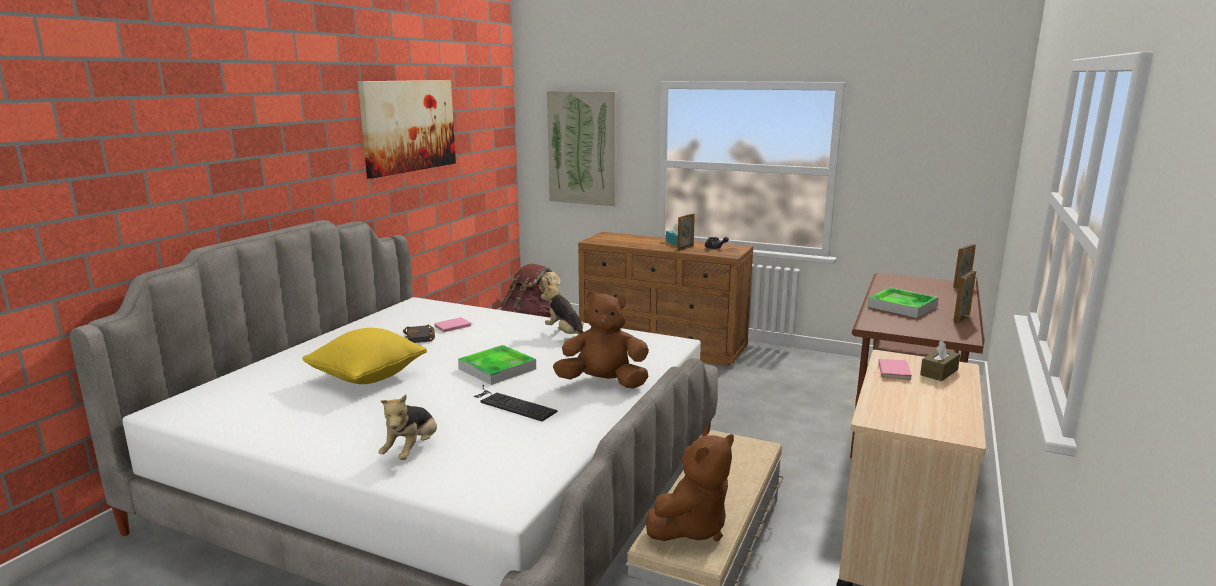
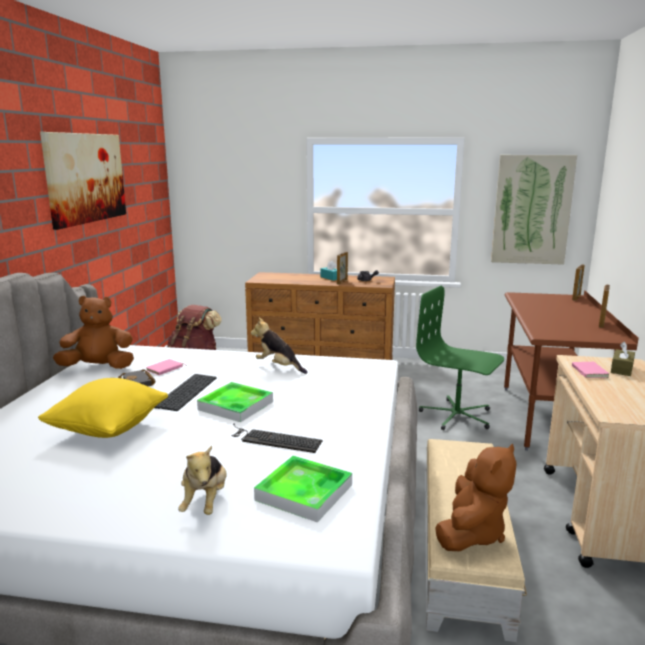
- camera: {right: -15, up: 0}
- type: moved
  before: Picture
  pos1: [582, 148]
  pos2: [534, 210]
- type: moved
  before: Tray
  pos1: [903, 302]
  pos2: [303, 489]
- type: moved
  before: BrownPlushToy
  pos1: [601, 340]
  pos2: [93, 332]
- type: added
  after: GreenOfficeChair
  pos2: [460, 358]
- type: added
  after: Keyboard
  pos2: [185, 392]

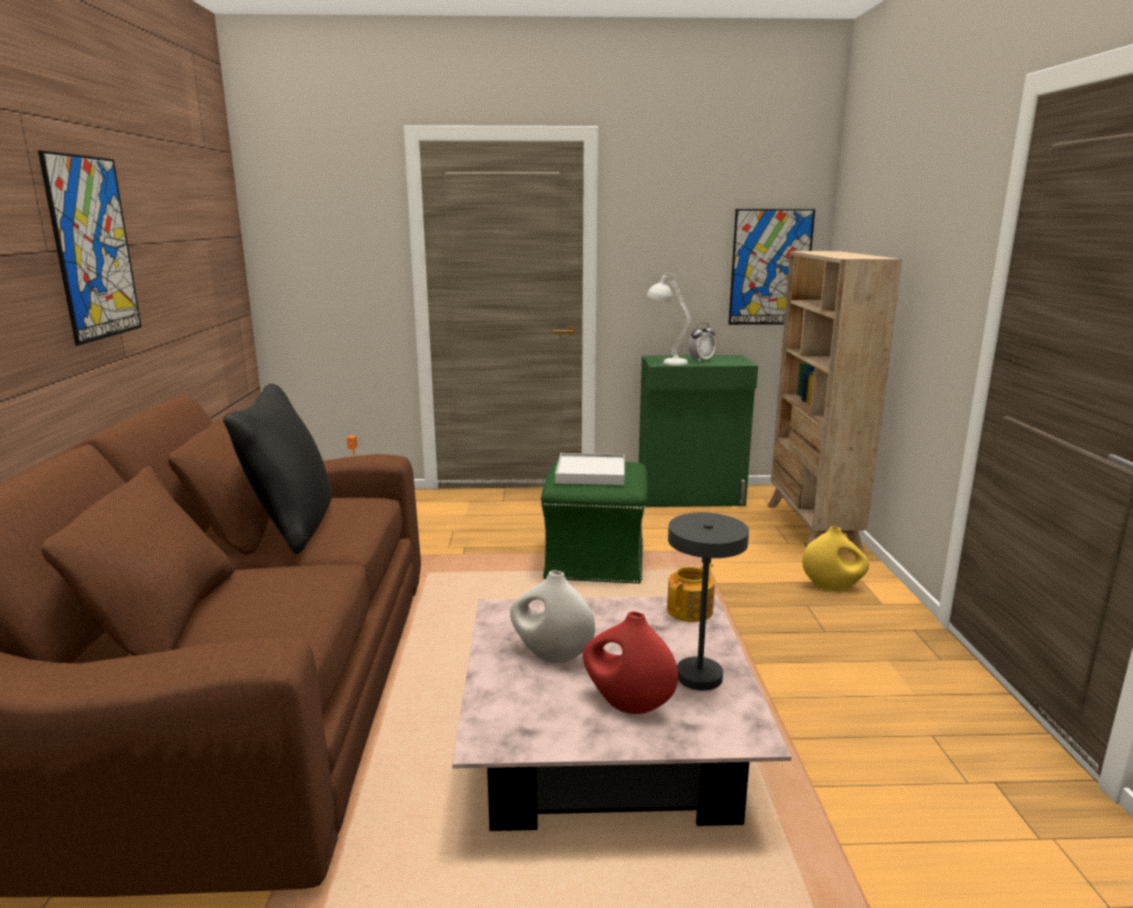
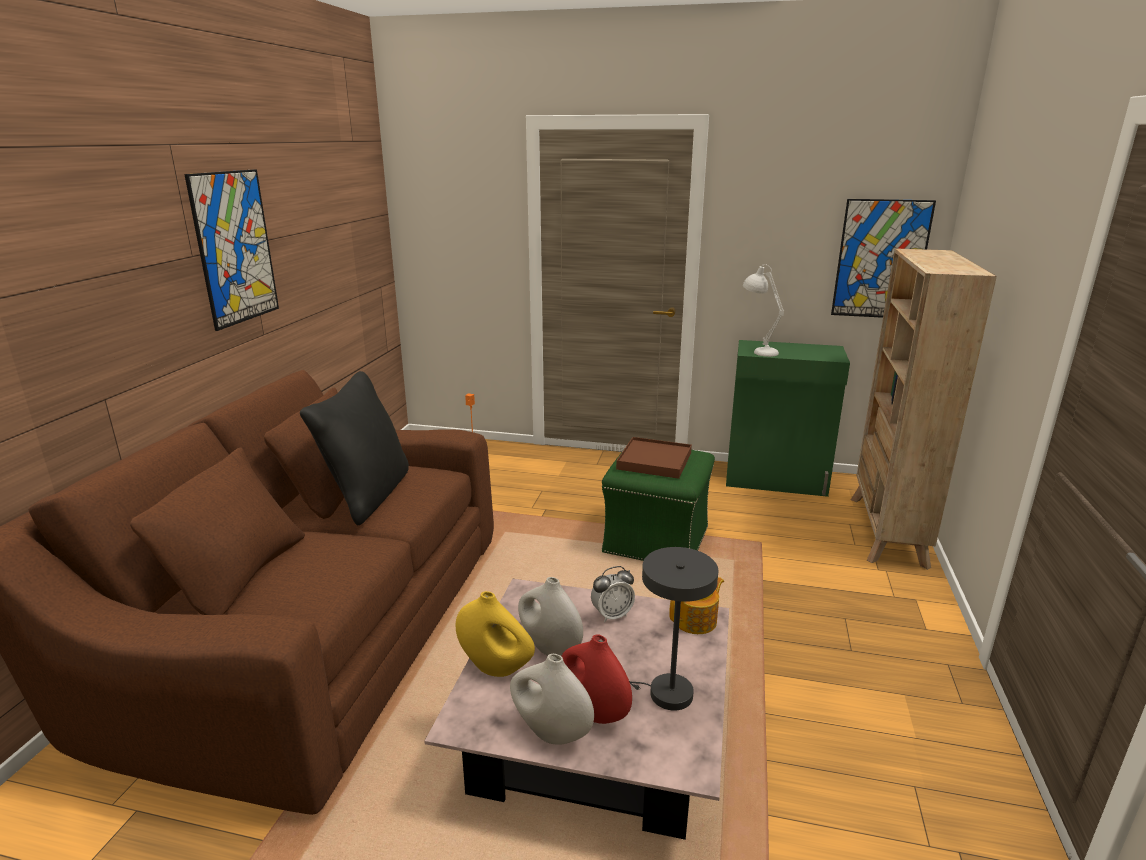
- camera: {right: 15, up: 5}
- type: moved
  before: AlarmClock
  pos1: [702, 342]
  pos2: [613, 594]
- type: recoloured
  before: WhiteTray
  after: BrownTray
  pos1: [589, 469]
  pos2: [654, 458]
- type: moved
  before: YellowVase
  pos1: [835, 559]
  pos2: [495, 634]
- type: added
  after: WhiteVase
  pos2: [552, 699]

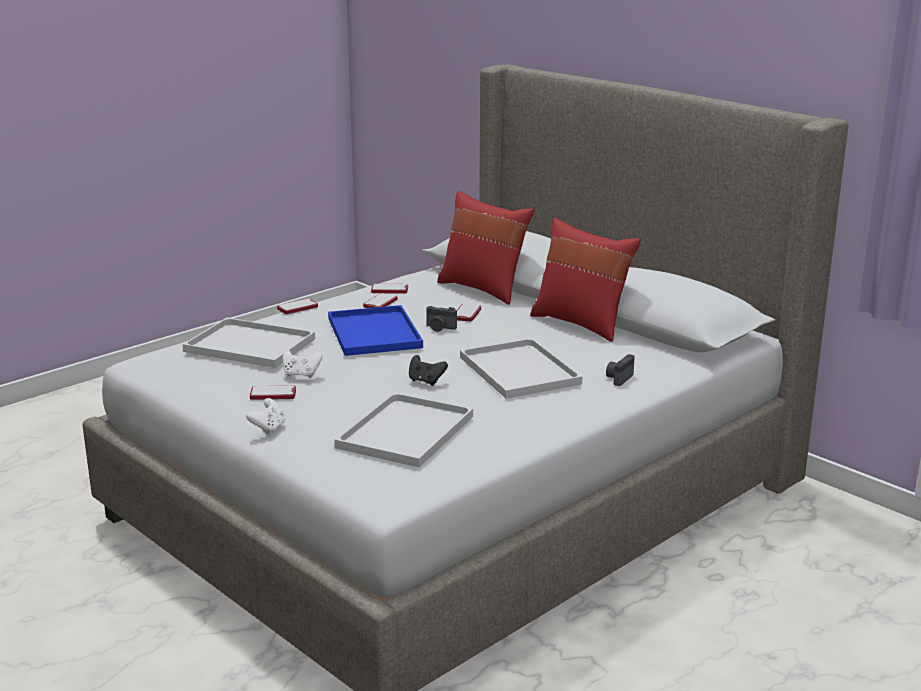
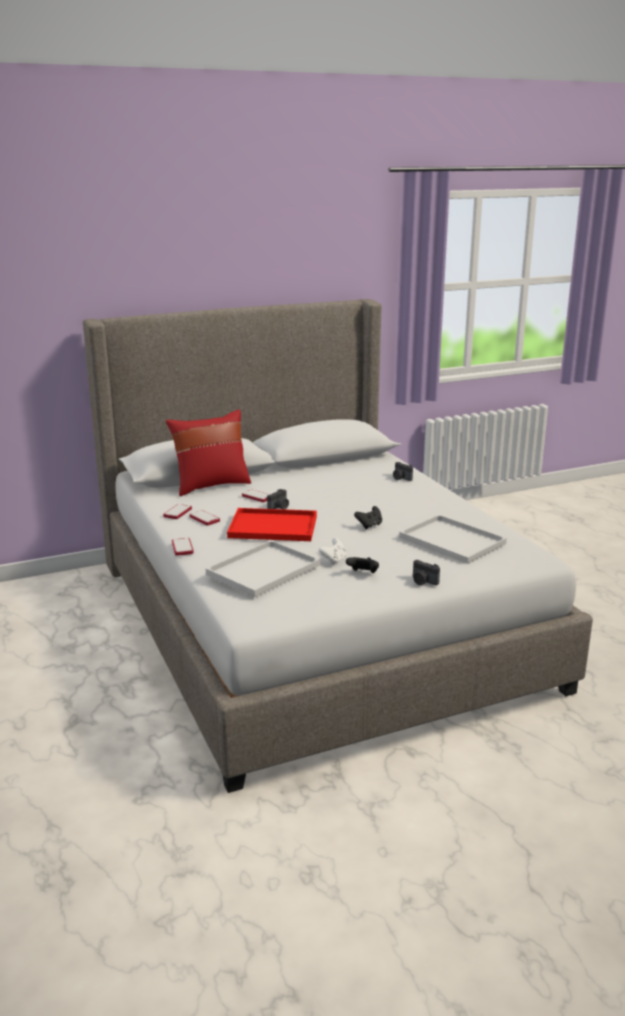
- camera: {right: -70, up: 0}
- type: removed
  before: RedPillow
  pos1: [585, 280]
- type: recoloured
  before: BlueTray
  after: RedTray
  pos1: [375, 330]
  pos2: [272, 524]
- type: removed
  before: WhiteTray
  pos1: [521, 368]
- type: replaced
  before: Phone
  after: BlackGameController
  pos1: [273, 392]
  pos2: [362, 565]
- type: replaced
  before: WhiteGameController
  after: PhotoCamera
  pos1: [266, 416]
  pos2: [426, 572]

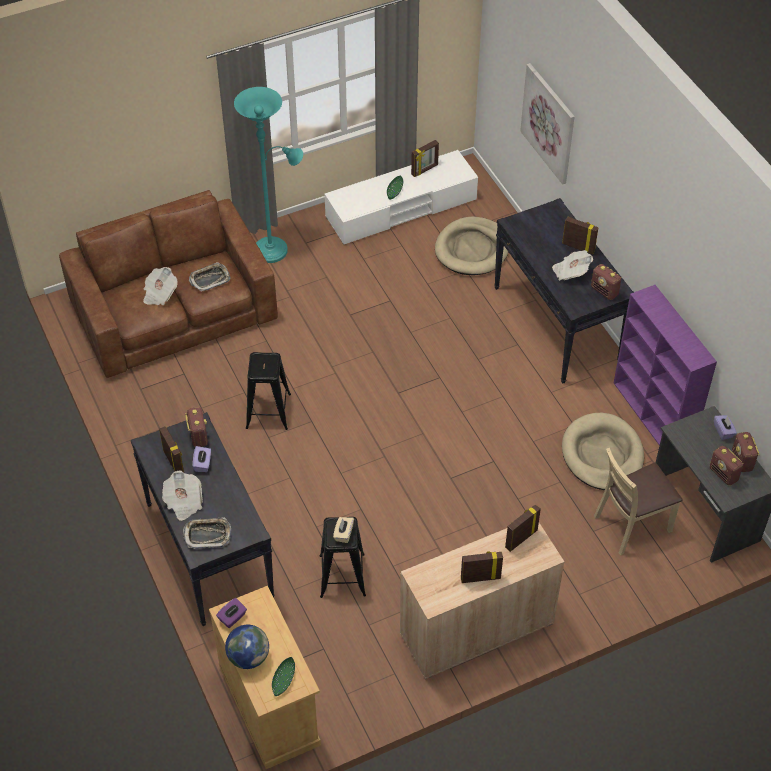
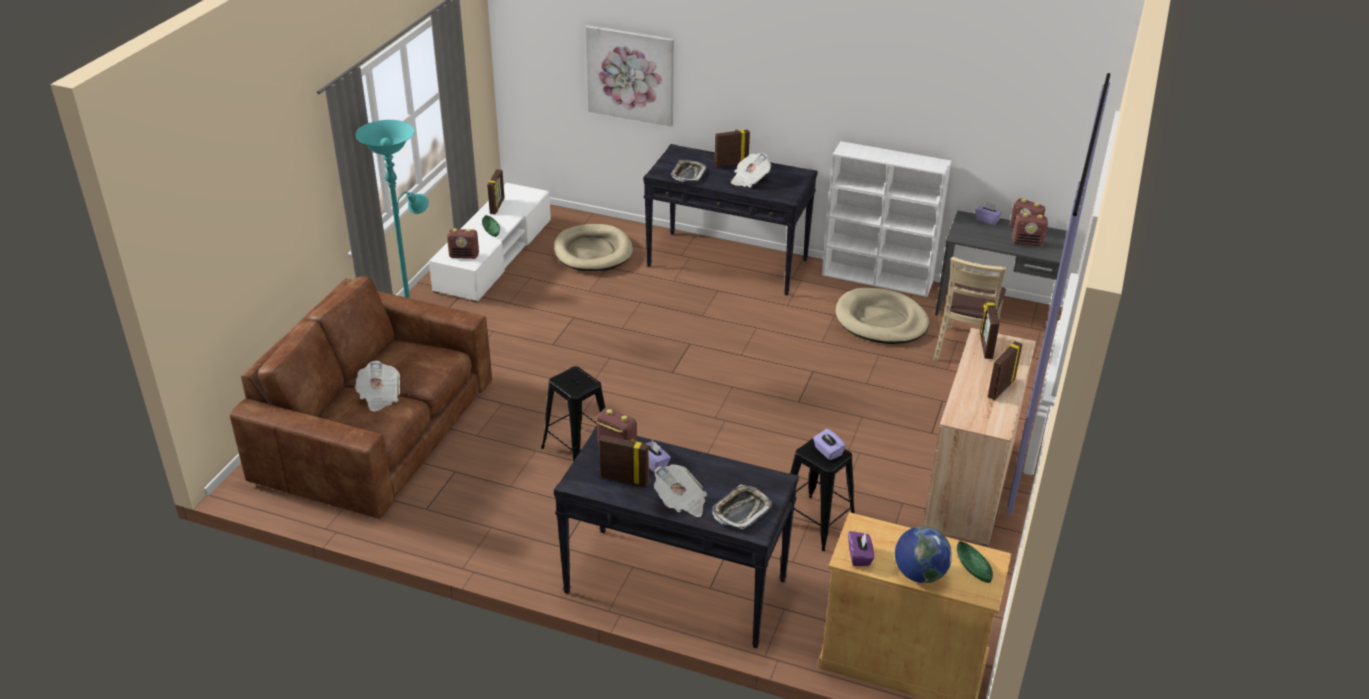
- camera: {right: -45, up: -15}
- type: moved
  before: Tray
  pos1: [210, 277]
  pos2: [689, 171]
- type: moved
  before: Radio
  pos1: [606, 282]
  pos2: [463, 243]
- type: recoloured
  before: PurpleBookcase
  after: WhiteBookcase
  pos1: [665, 365]
  pos2: [886, 219]
- type: recoloured
  before: BeigeTissueBox
  after: PurpleTissueBox
  pos1: [343, 530]
  pos2: [829, 444]

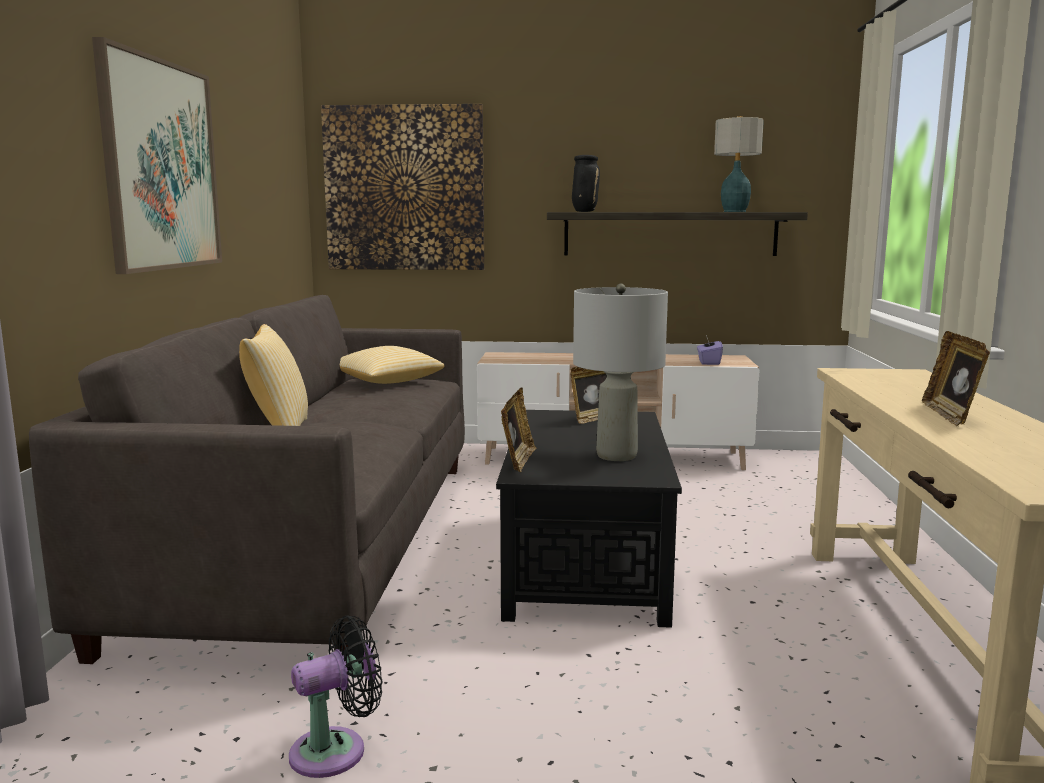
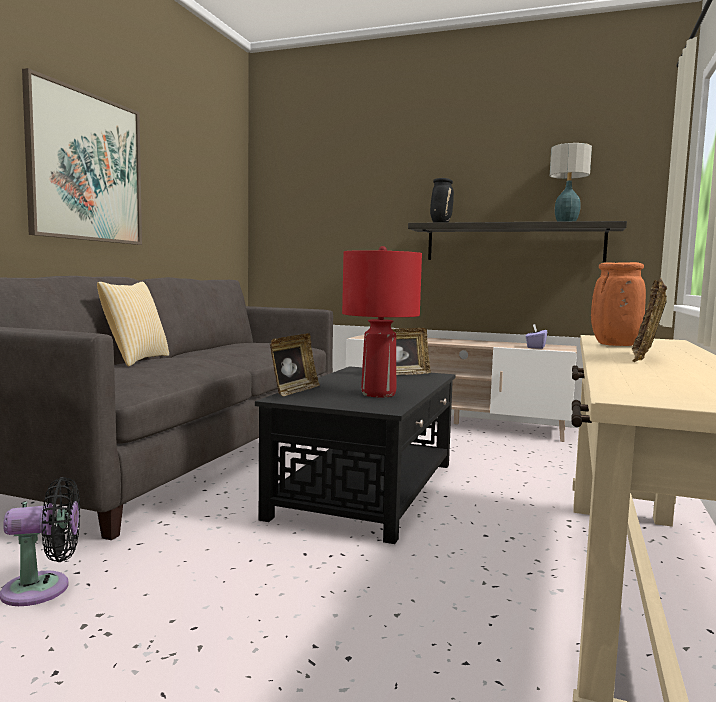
- camera: {right: 15, up: -5}
- type: removed
  before: Picture
  pos1: [402, 187]
- type: recoloured
  before: GreyTableLamp
  after: RedTableLamp
  pos1: [620, 372]
  pos2: [382, 322]
- type: removed
  before: Pillow
  pos1: [392, 365]
- type: added
  after: OrangeVase
  pos2: [618, 304]

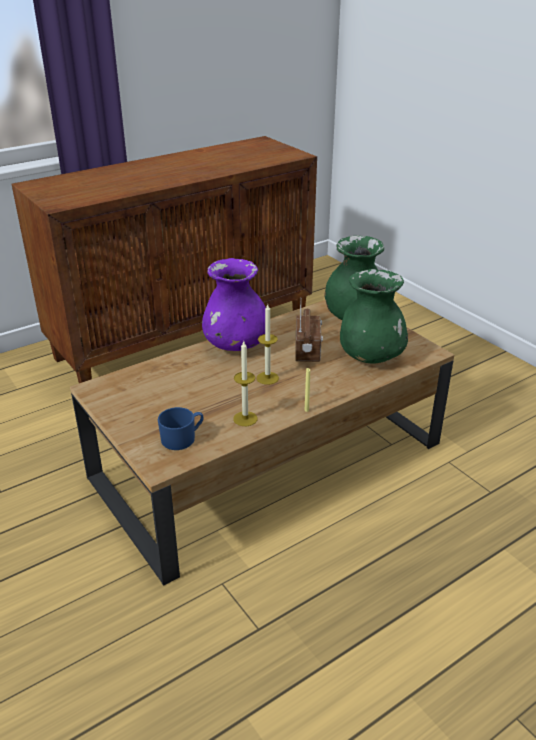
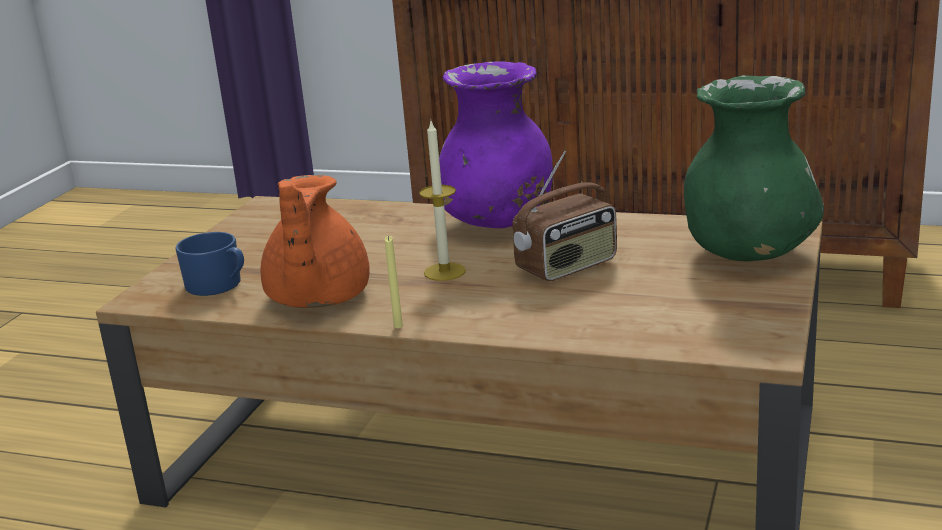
- camera: {right: 55, up: -10}
- type: removed
  before: GreenVase
  pos1: [374, 316]
- type: replaced
  before: Candle
  after: OrangeTeapot
  pos1: [245, 383]
  pos2: [315, 241]

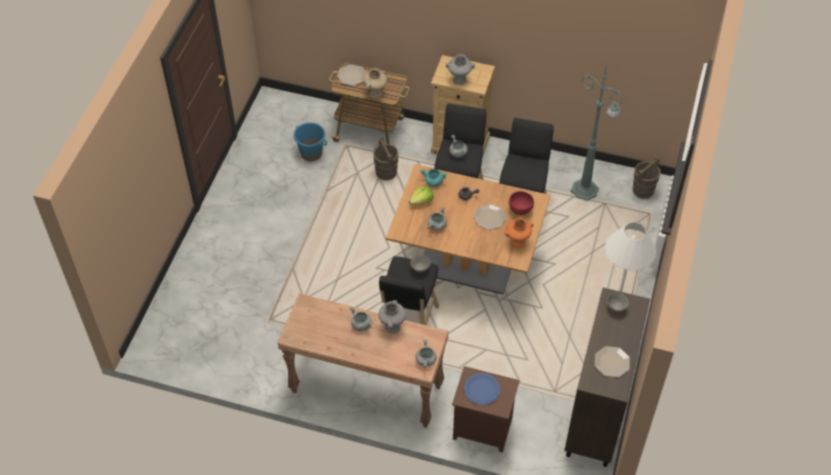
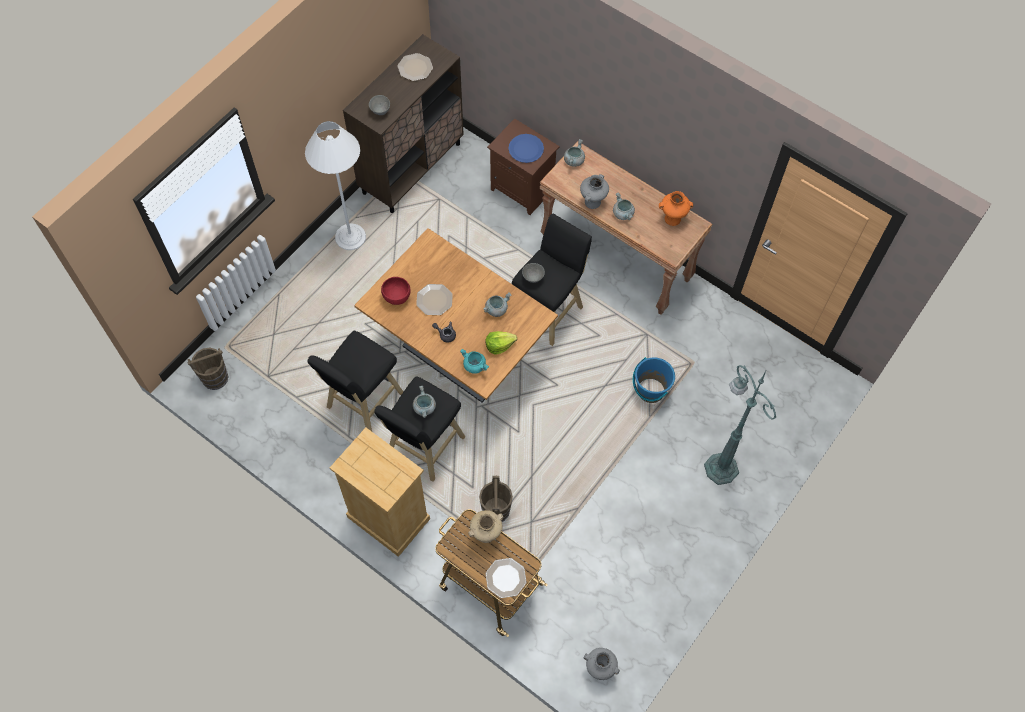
- camera: {right: -160, up: 10}
- type: moved
  before: GreyVase
  pos1: [460, 69]
  pos2: [602, 664]
- type: moved
  before: GreenFloorLamp
  pos1: [597, 132]
  pos2: [740, 425]
- type: moved
  before: BlueBucket
  pos1: [310, 141]
  pos2: [654, 380]
- type: moved
  before: OrangeVase
  pos1: [519, 232]
  pos2: [676, 208]

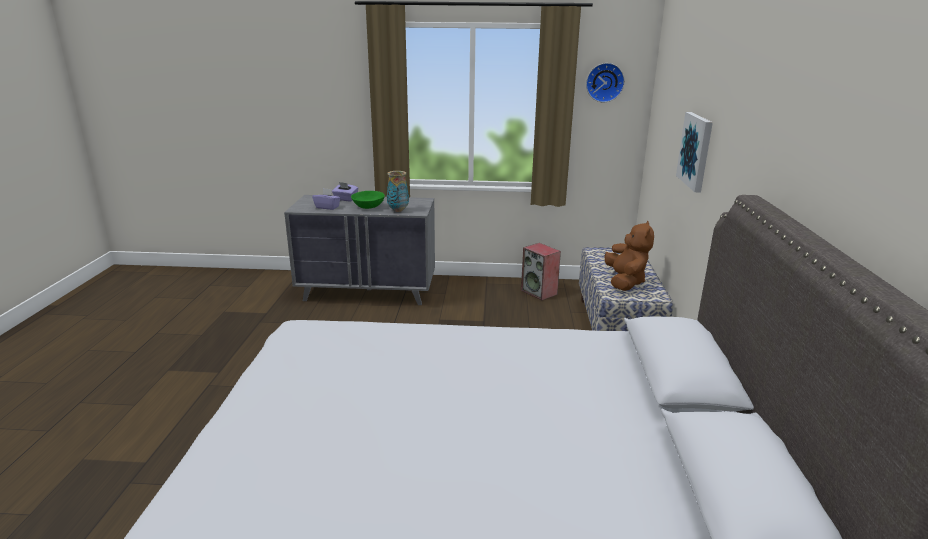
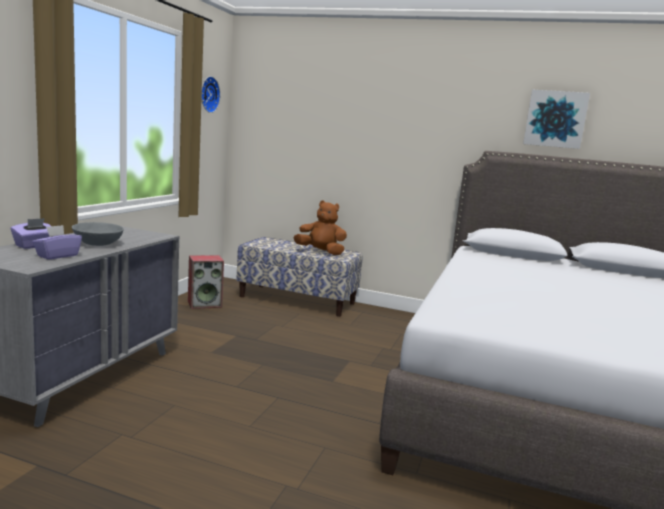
- camera: {right: -75, up: -10}
- type: moved
  before: Picture
  pos1: [694, 152]
  pos2: [556, 119]
- type: removed
  before: Vase
  pos1: [398, 191]
- type: recoloured
  before: GreenBowl
  after: GreyBowl
  pos1: [368, 200]
  pos2: [98, 234]

